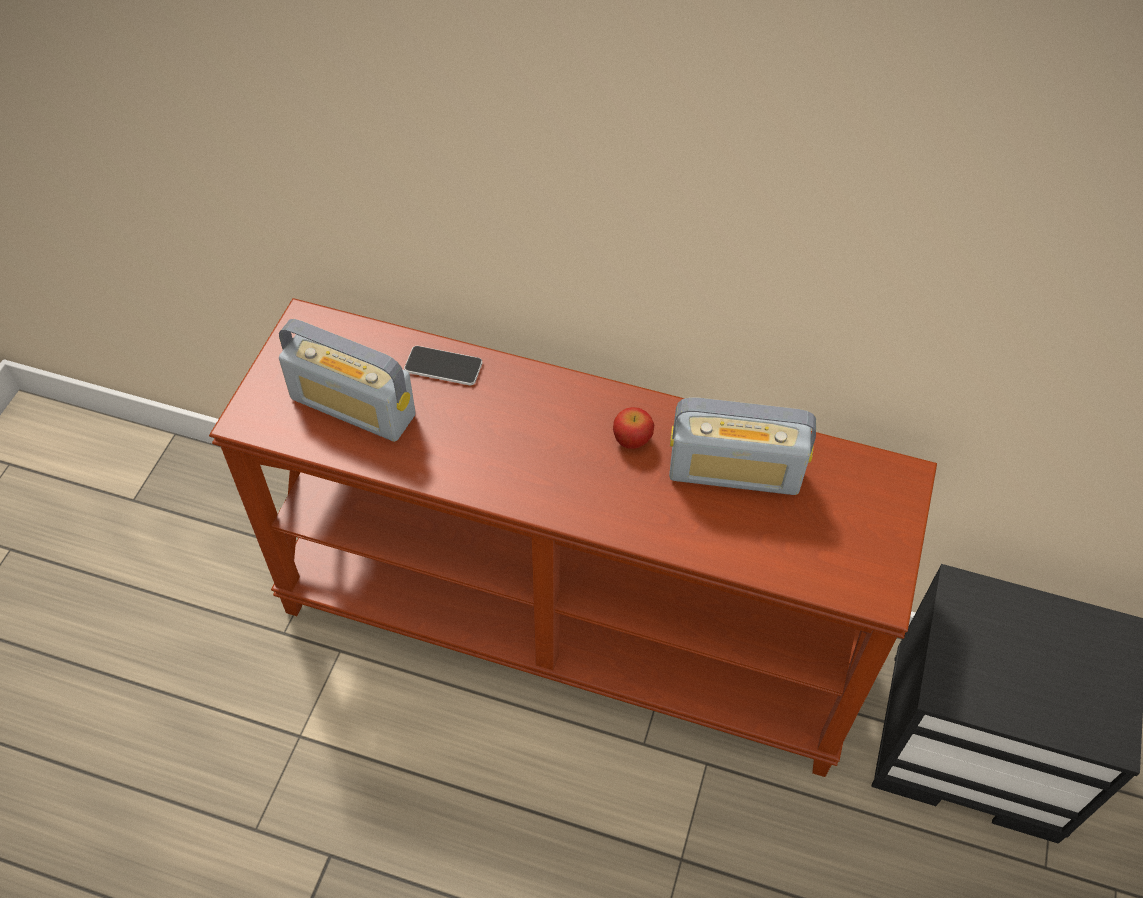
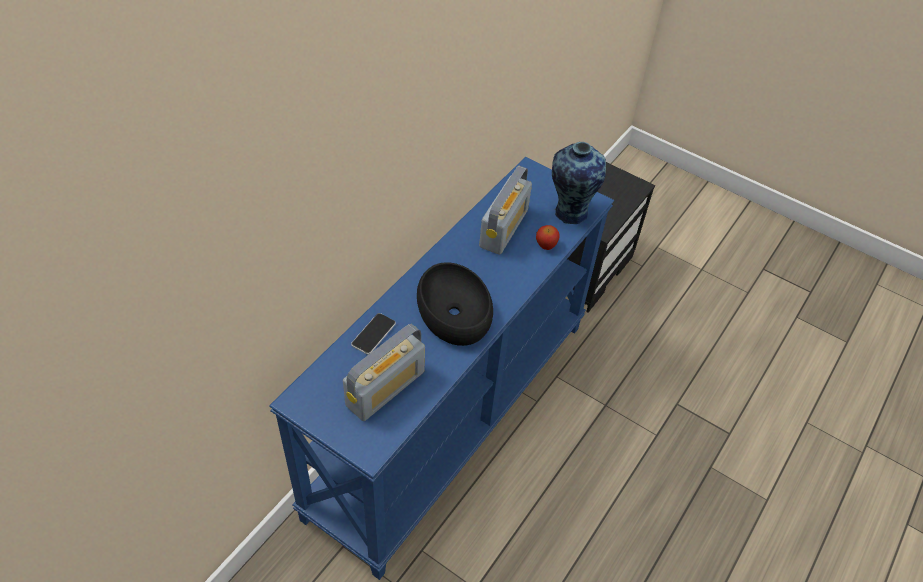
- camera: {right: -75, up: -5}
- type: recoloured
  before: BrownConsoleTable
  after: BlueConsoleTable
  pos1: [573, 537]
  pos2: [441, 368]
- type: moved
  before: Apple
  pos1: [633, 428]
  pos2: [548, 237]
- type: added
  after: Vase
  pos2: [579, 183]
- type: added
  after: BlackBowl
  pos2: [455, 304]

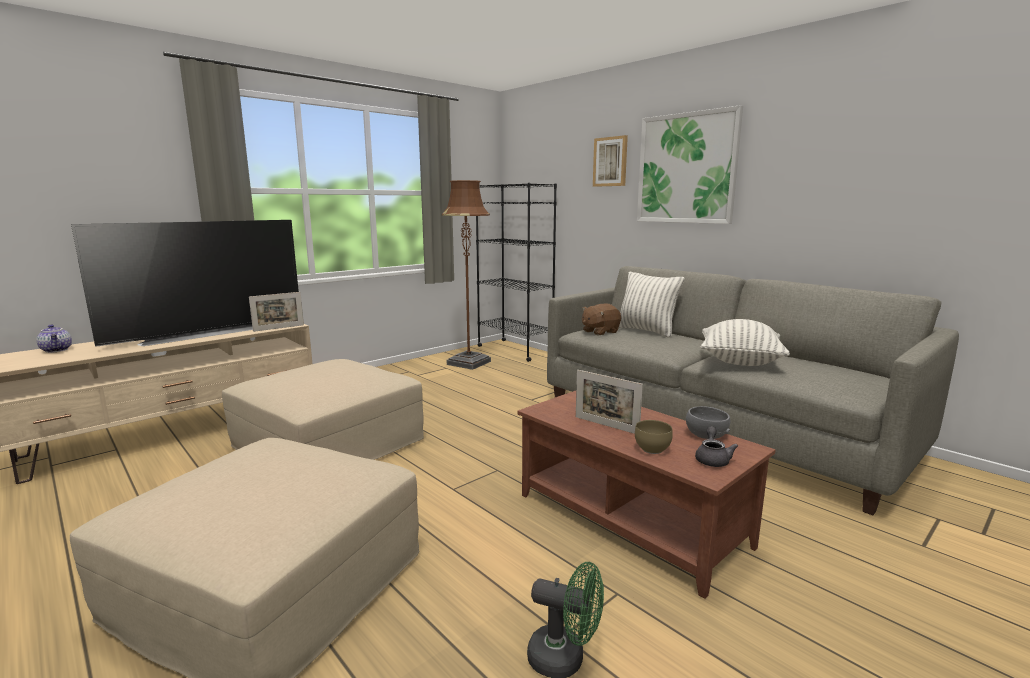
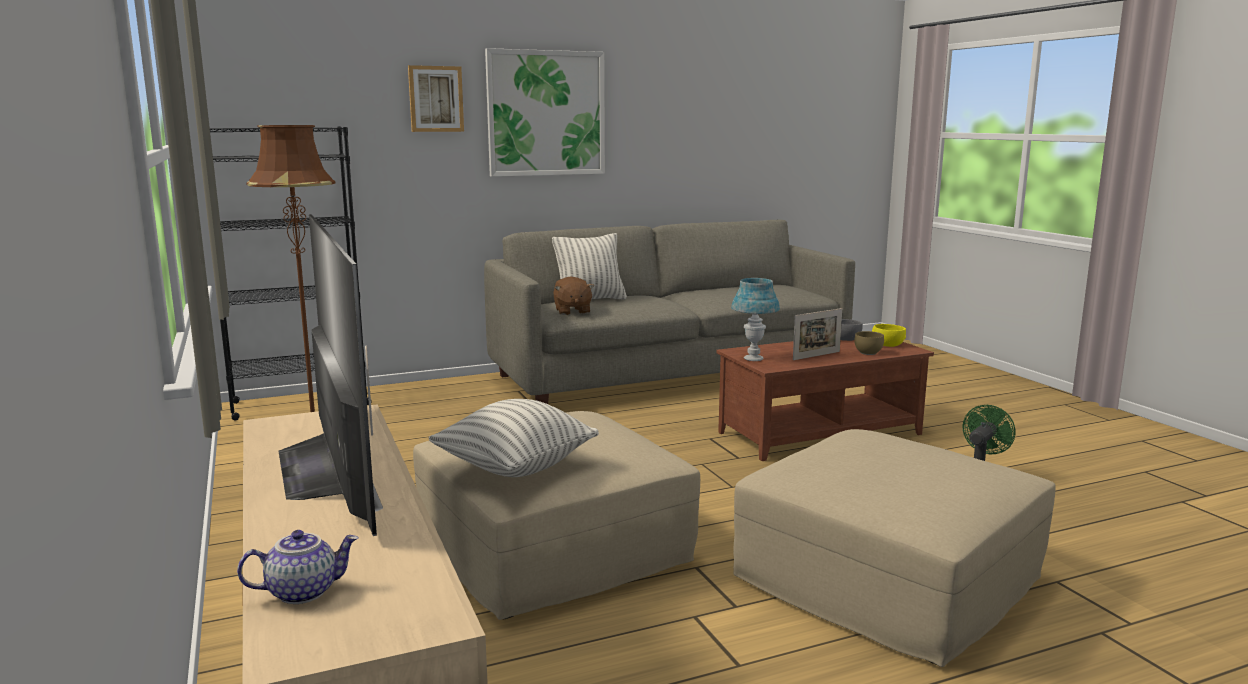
- camera: {right: -70, up: 0}
- type: moved
  before: Pillow
  pos1: [745, 342]
  pos2: [513, 438]
- type: replaced
  before: GreyTeapot
  after: YellowBowl
  pos1: [716, 446]
  pos2: [889, 335]
- type: added
  after: BlueTableLamp
  pos2: [755, 319]

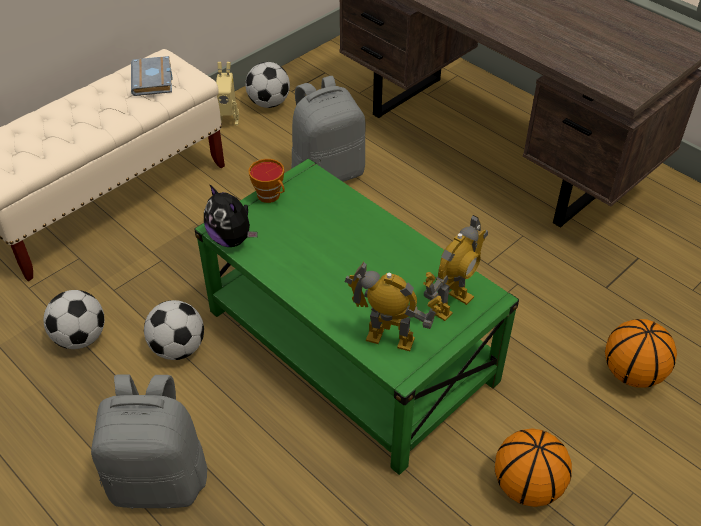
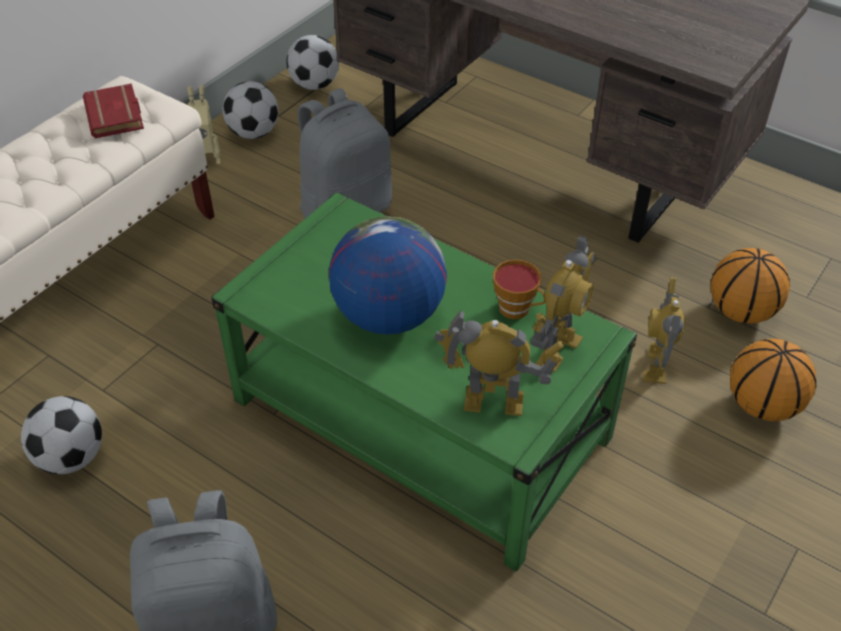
- camera: {right: -10, up: 0}
- type: recoloured
  before: GreyBook
  after: RedBook
  pos1: [152, 76]
  pos2: [113, 110]
- type: moved
  before: Cup
  pos1: [266, 181]
  pos2: [519, 289]
- type: removed
  before: PlushToy
  pos1: [230, 215]
- type: moved
  before: Football
  pos1: [174, 330]
  pos2: [312, 62]
- type: moved
  before: Basketball
  pos1: [533, 467]
  pos2: [750, 286]
- type: added
  after: Globe
  pos2: [388, 275]
- type: added
  after: ToyRobot
  pos2: [664, 330]

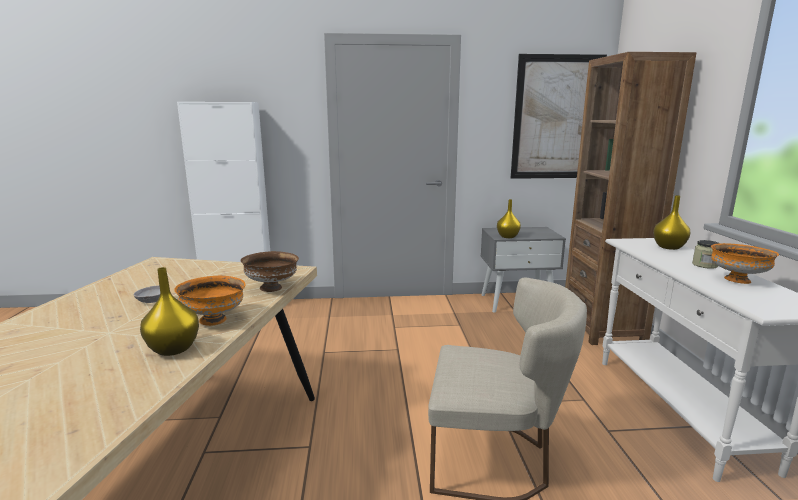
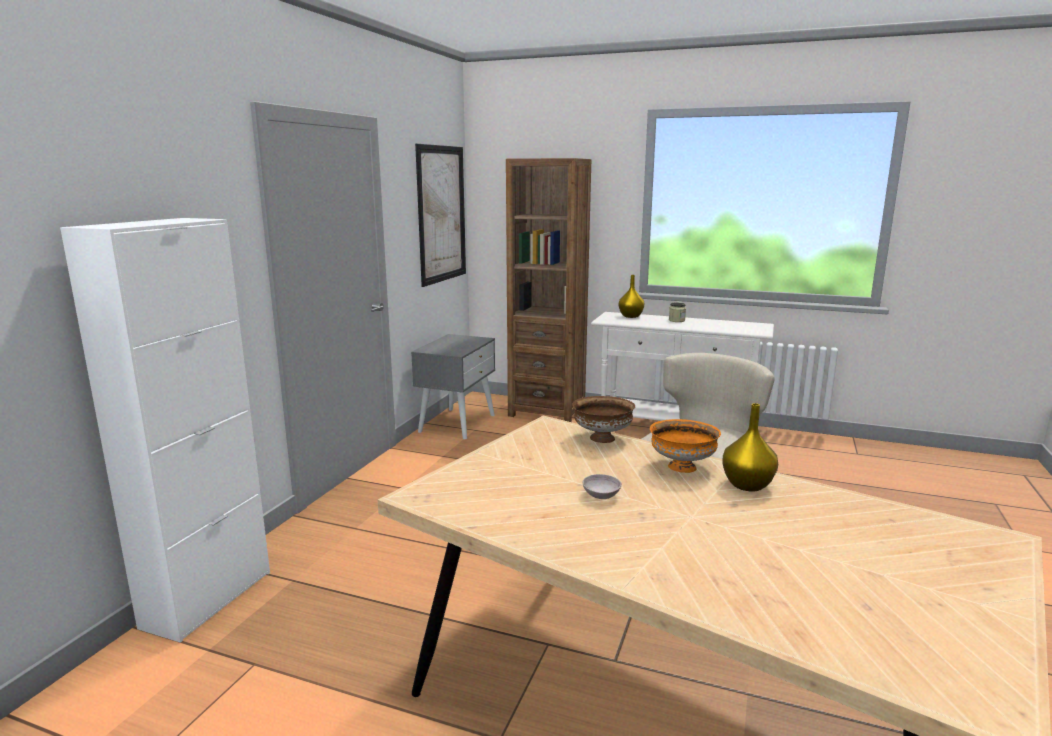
- camera: {right: -65, up: 0}
- type: removed
  before: YellowVase
  pos1: [509, 218]
- type: removed
  before: OrangeBowl
  pos1: [745, 263]

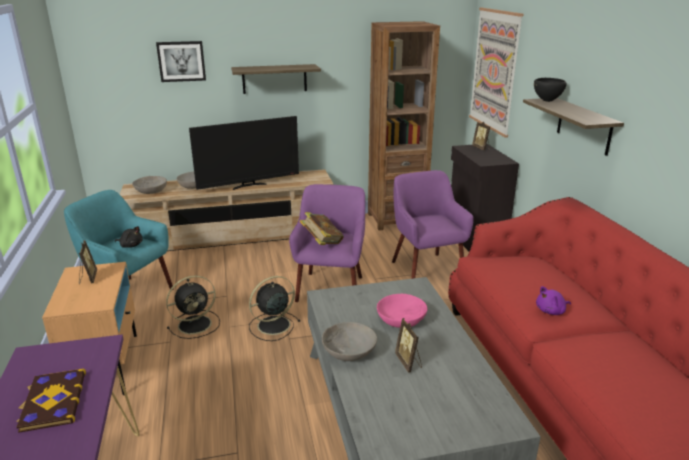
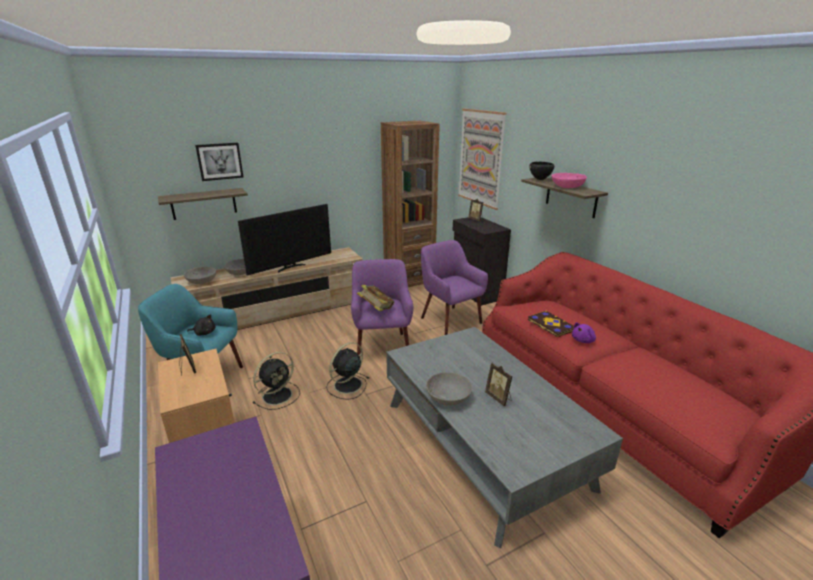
- camera: {right: -15, up: 0}
- type: moved
  before: Shelf
  pos1: [276, 79]
  pos2: [203, 204]
- type: moved
  before: PinkBowl
  pos1: [402, 311]
  pos2: [569, 180]
- type: moved
  before: Book
  pos1: [51, 400]
  pos2: [550, 324]

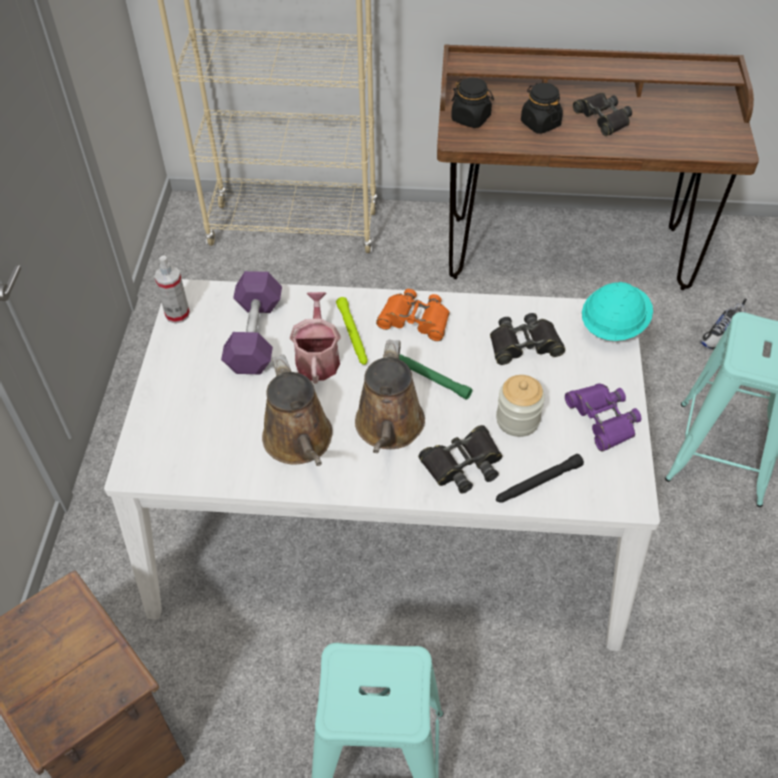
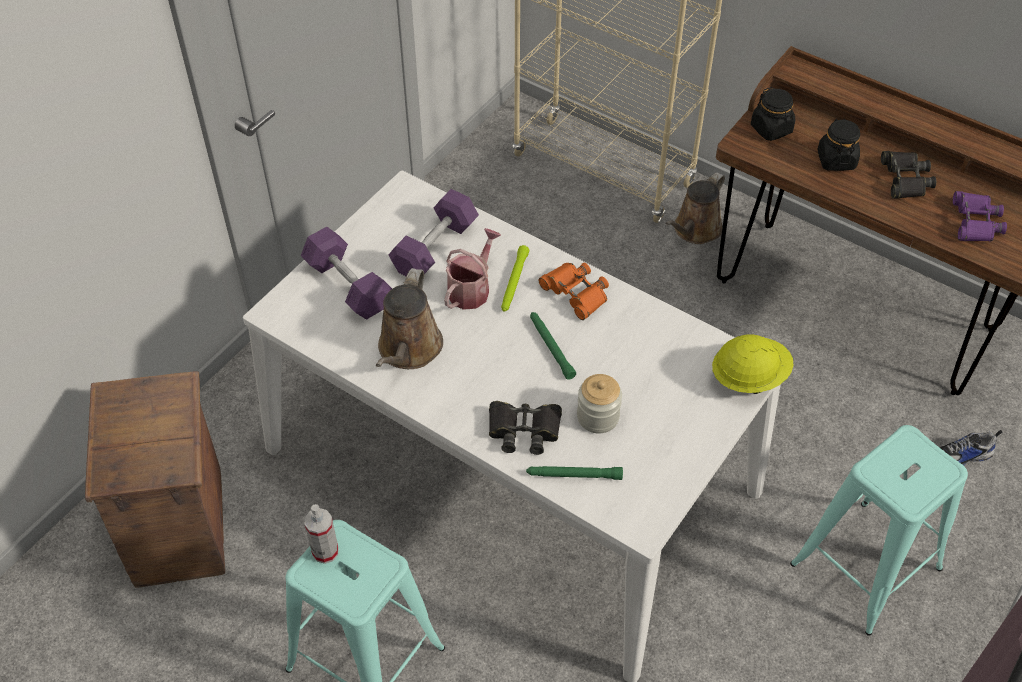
- camera: {right: 30, up: 0}
- type: moved
  before: SprayBottle
  pos1: [172, 289]
  pos2: [321, 534]
- type: recoloured
  before: TurquoiseHardHat
  after: YellowHardHat
  pos1: [617, 311]
  pos2: [753, 364]
- type: removed
  before: BlackBinoculars
  pos1: [527, 339]
- type: moved
  before: BrownWateringCan
  pos1: [390, 396]
  pos2: [695, 208]
- type: moved
  before: PurpleBinoculars
  pos1: [603, 417]
  pos2: [980, 216]
- type: recoloured
  before: BlackFlashlight
  after: GreenFlashlight
  pos1: [540, 478]
  pos2: [574, 473]
- type: added
  after: PurpleDumbbell
  pos2: [346, 273]

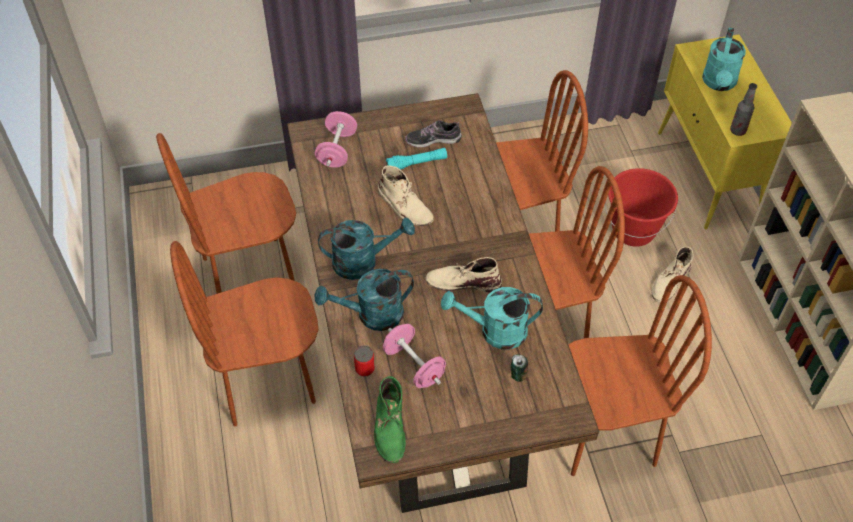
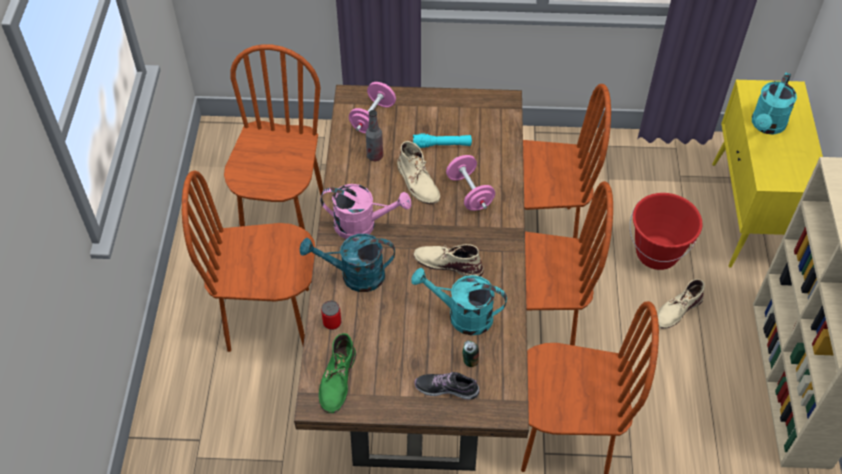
- camera: {right: 15, up: 0}
- type: moved
  before: Bottle
  pos1: [743, 109]
  pos2: [374, 135]
- type: moved
  before: Shoe
  pos1: [433, 134]
  pos2: [447, 385]
- type: turned
  before: BrownChair
  pos1: [226, 213]
  pos2: [273, 137]
  turn: 105
- type: recoloured
  before: TurquoiseWateringCan
  after: PinkWateringCan
  pos1: [366, 248]
  pos2: [365, 211]
- type: moved
  before: PinkDumbbell
  pos1: [414, 356]
  pos2: [470, 183]

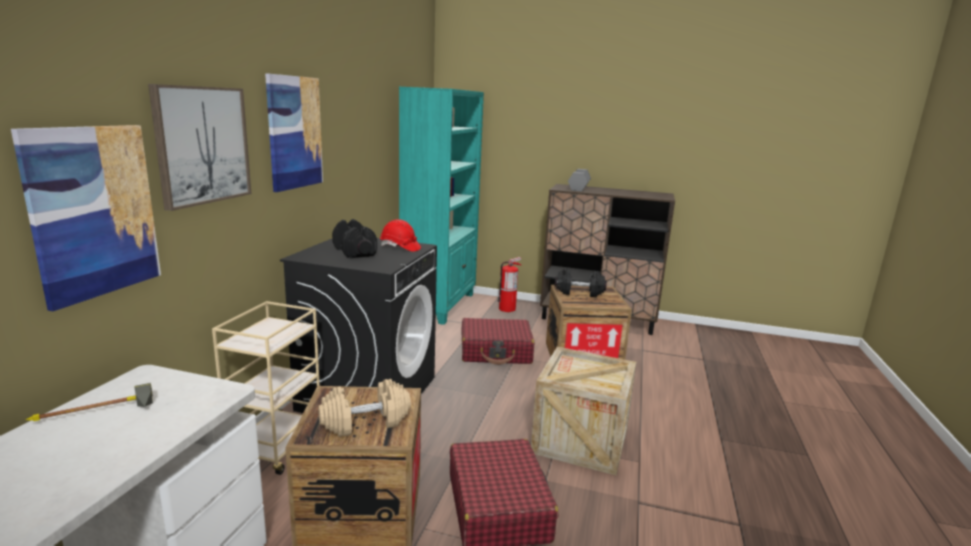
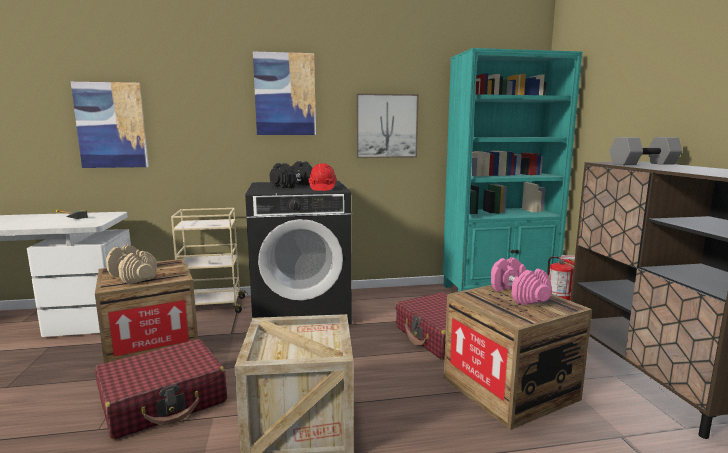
- camera: {right: 65, up: -5}
- type: moved
  before: Picture
  pos1: [199, 147]
  pos2: [387, 125]
- type: recoloured
  before: BlackDumbbell
  after: PinkDumbbell
  pos1: [581, 282]
  pos2: [521, 281]

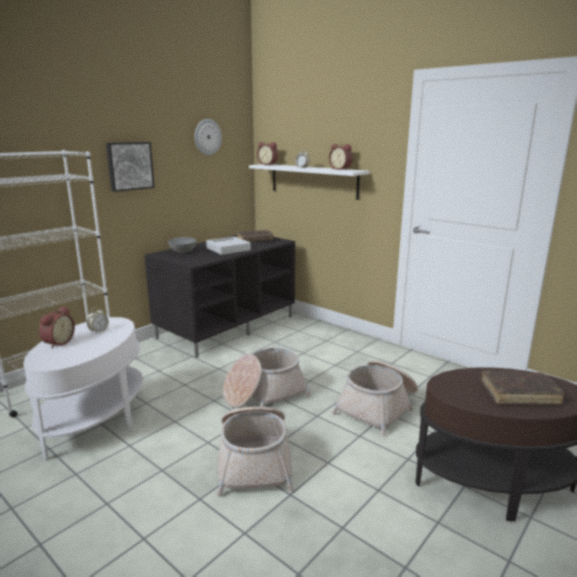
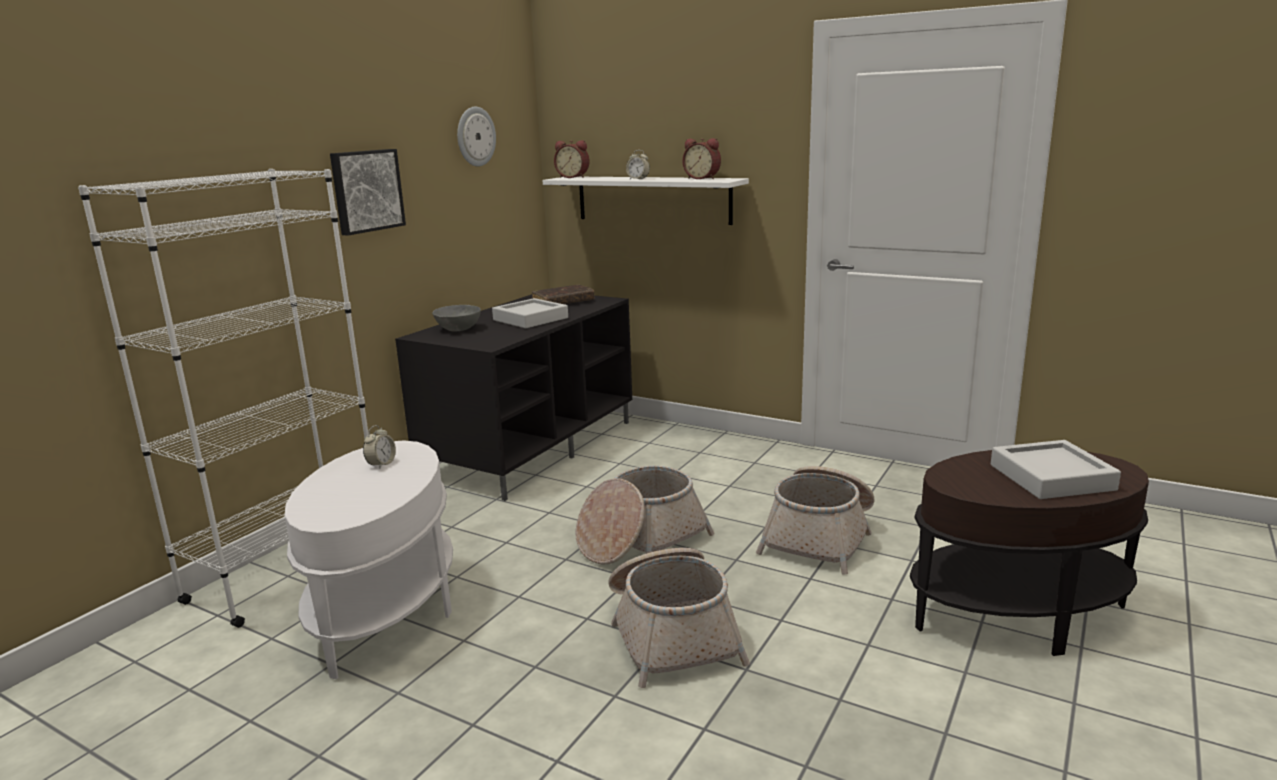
- camera: {right: -10, up: 0}
- type: removed
  before: AlarmClock
  pos1: [57, 327]
- type: replaced
  before: BrownBook
  after: GreyTray
  pos1: [523, 388]
  pos2: [1056, 469]

